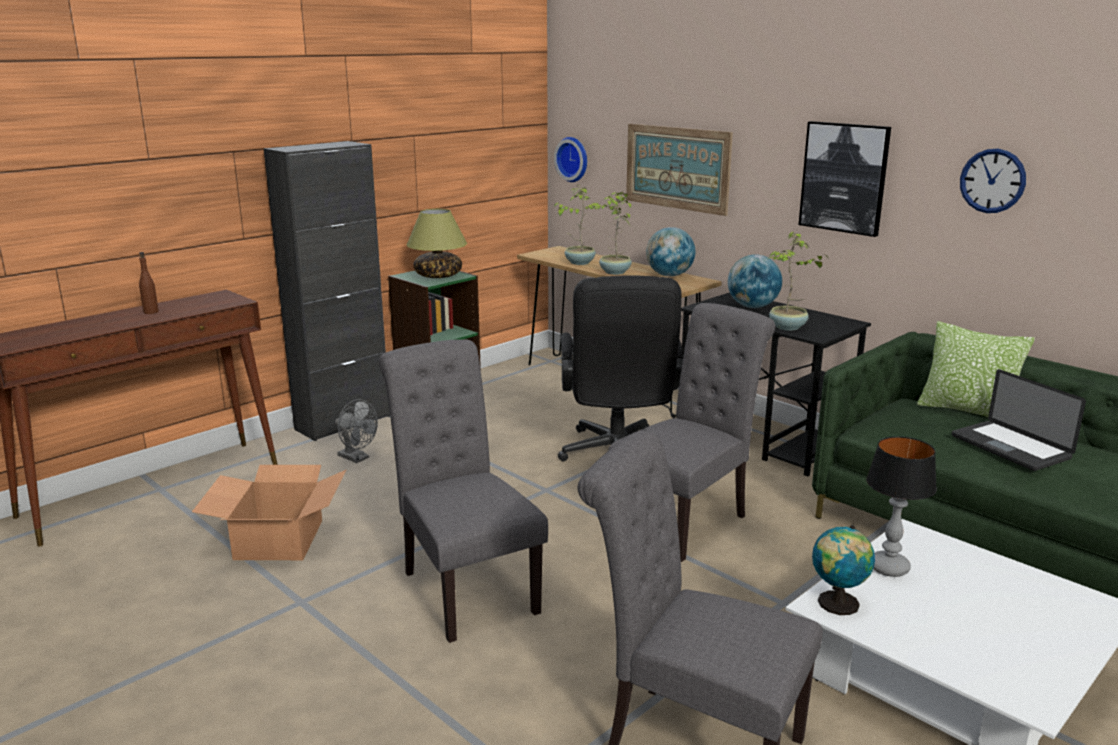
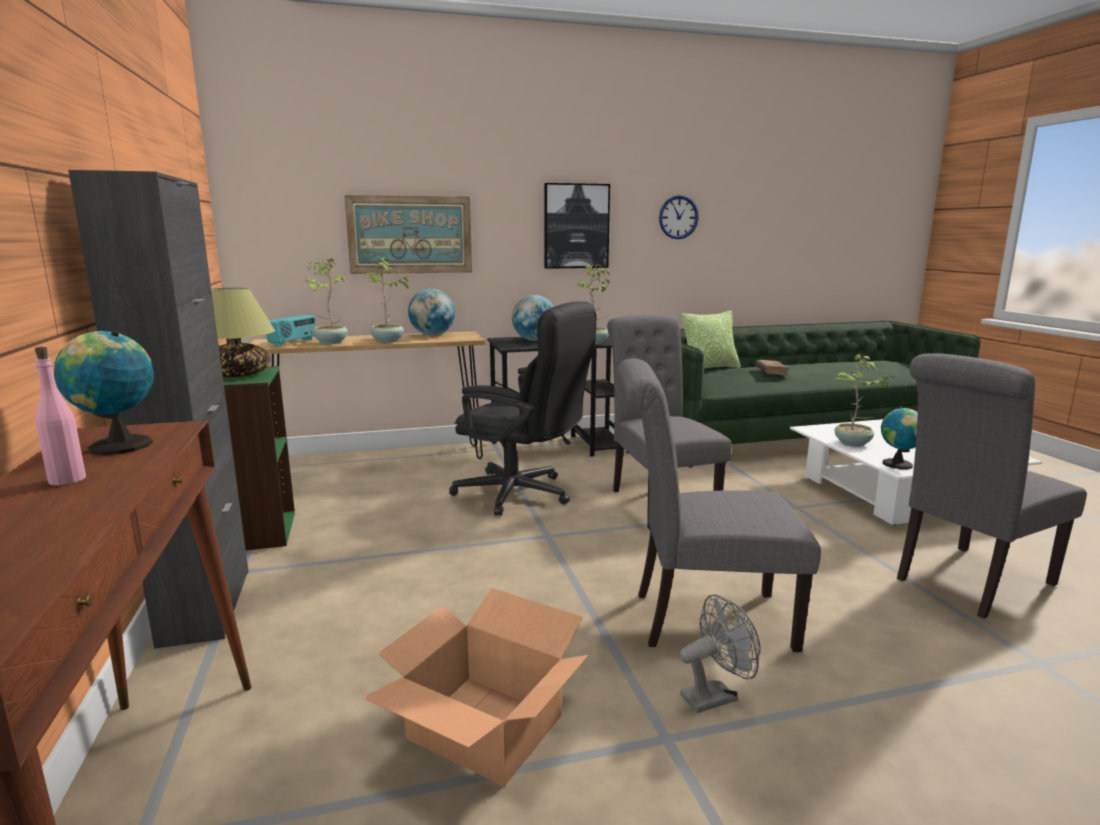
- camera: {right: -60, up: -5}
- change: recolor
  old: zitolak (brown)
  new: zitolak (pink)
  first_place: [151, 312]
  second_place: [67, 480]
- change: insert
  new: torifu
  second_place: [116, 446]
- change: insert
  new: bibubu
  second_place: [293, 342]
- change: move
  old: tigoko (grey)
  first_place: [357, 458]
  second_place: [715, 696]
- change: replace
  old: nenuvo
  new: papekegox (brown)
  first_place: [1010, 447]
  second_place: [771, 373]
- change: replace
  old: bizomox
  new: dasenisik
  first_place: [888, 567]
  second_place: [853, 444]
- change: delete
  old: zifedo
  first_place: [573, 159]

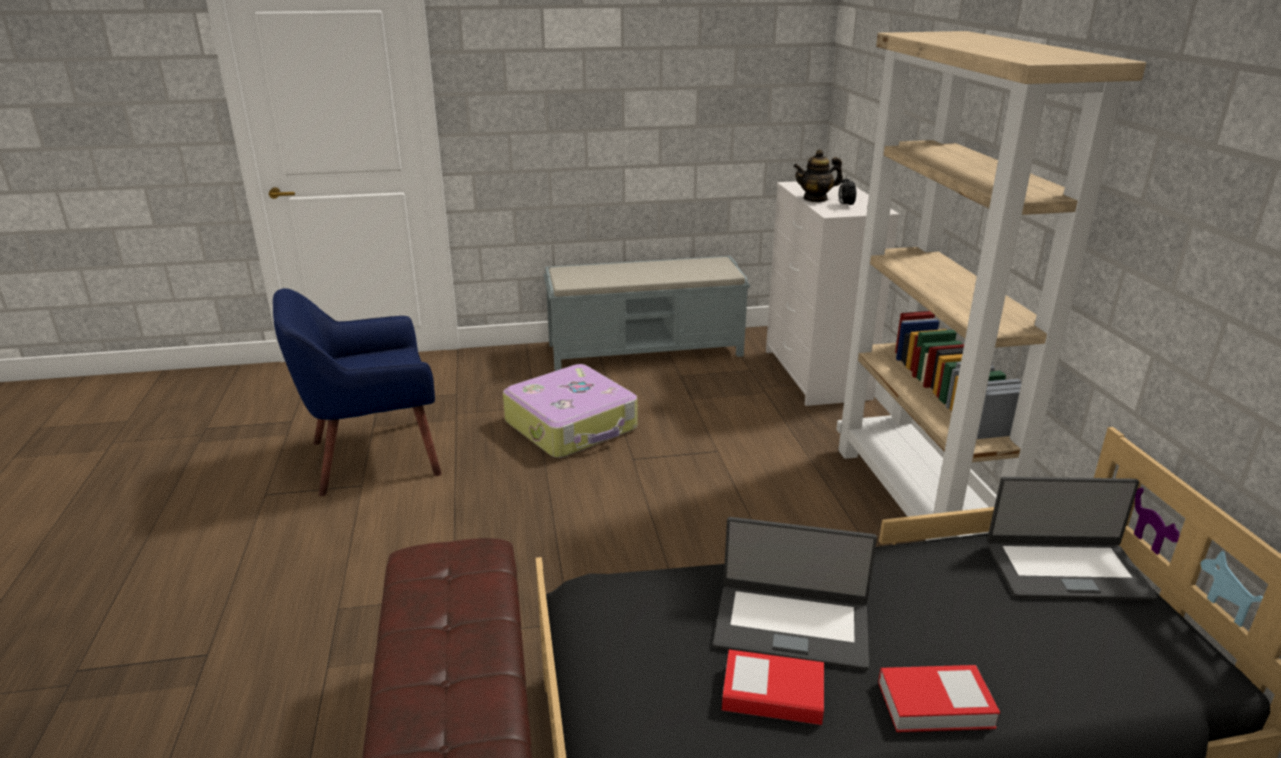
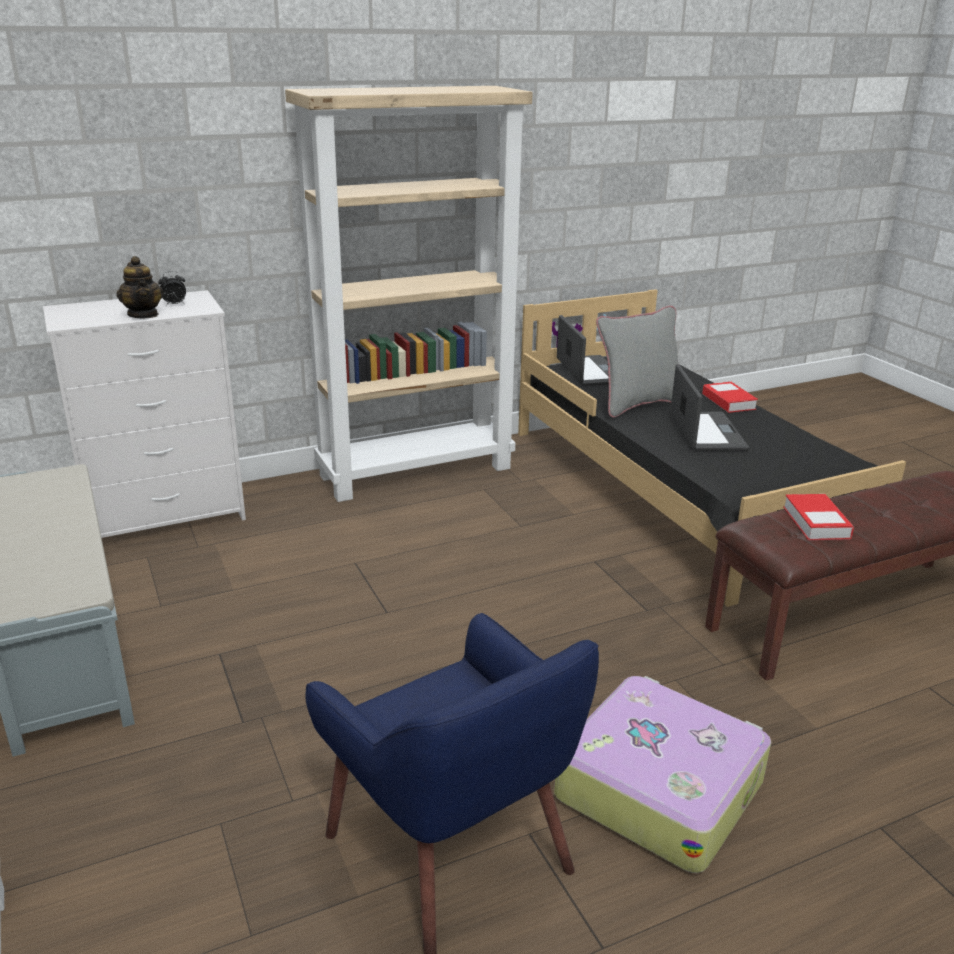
- camera: {right: -105, up: 0}
- change: move
  old: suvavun
  first_place: [572, 426]
  second_place: [659, 787]
- change: insert
  new: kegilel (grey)
  second_place: [638, 404]
- change: move
  old: papekegox
  first_place: [772, 694]
  second_place: [816, 522]

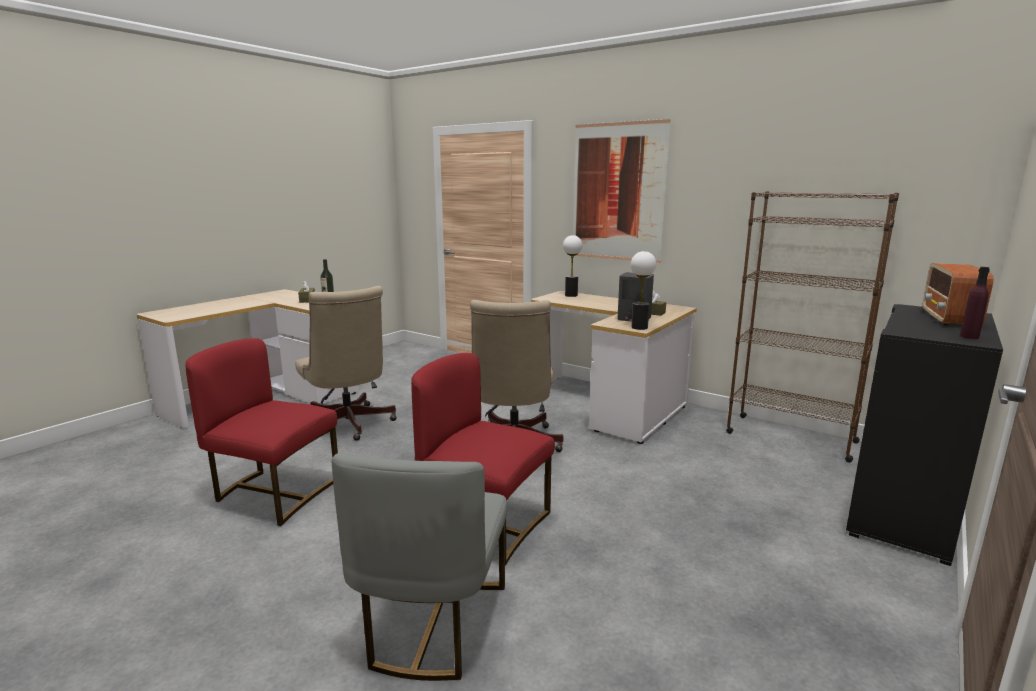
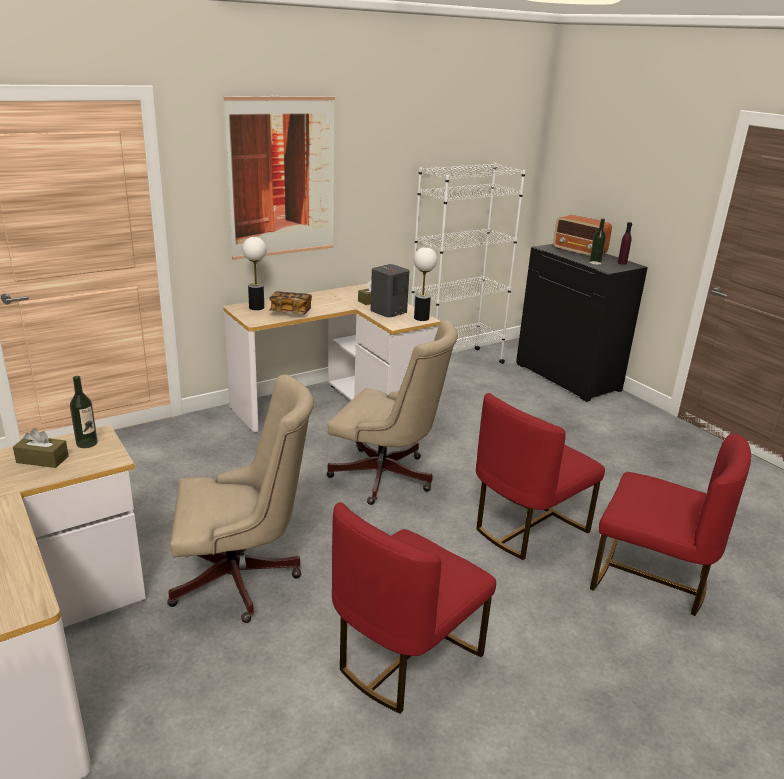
- camera: {right: -70, up: 10}
- change: insert
  new: papekegox
  second_place: [290, 312]
- change: recolor
  old: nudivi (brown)
  new: nudivi (white)
  first_place: [790, 437]
  second_place: [455, 364]
- change: insert
  new: zitolak
  second_place: [595, 263]
- change: recolor
  old: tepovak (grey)
  new: tepovak (red)
  first_place: [431, 623]
  second_place: [650, 579]

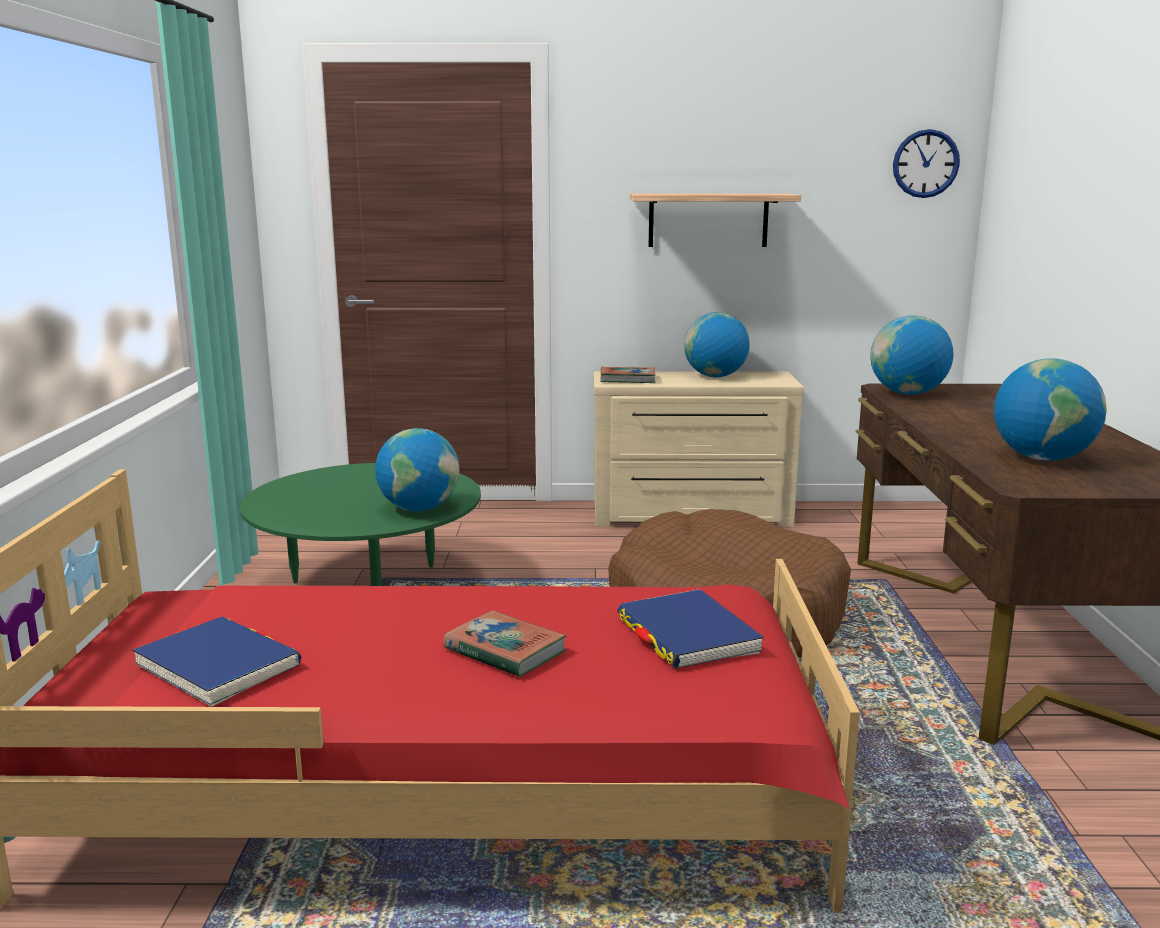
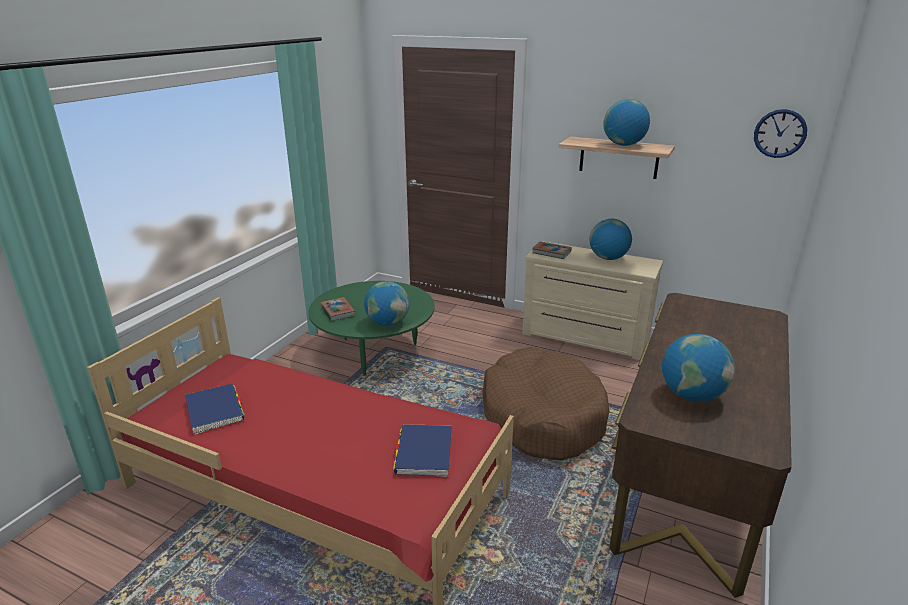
- camera: {right: 25, up: 10}
- change: move
  old: papekegox
  first_place: [505, 650]
  second_place: [337, 311]
- change: move
  old: torifu
  first_place: [907, 393]
  second_place: [623, 145]

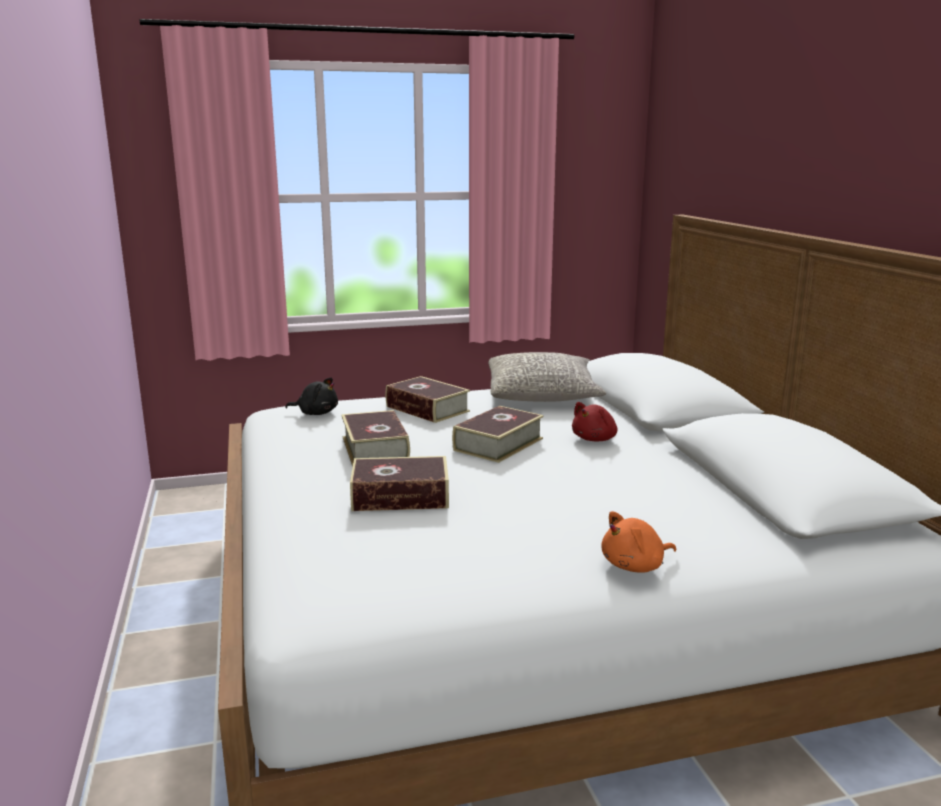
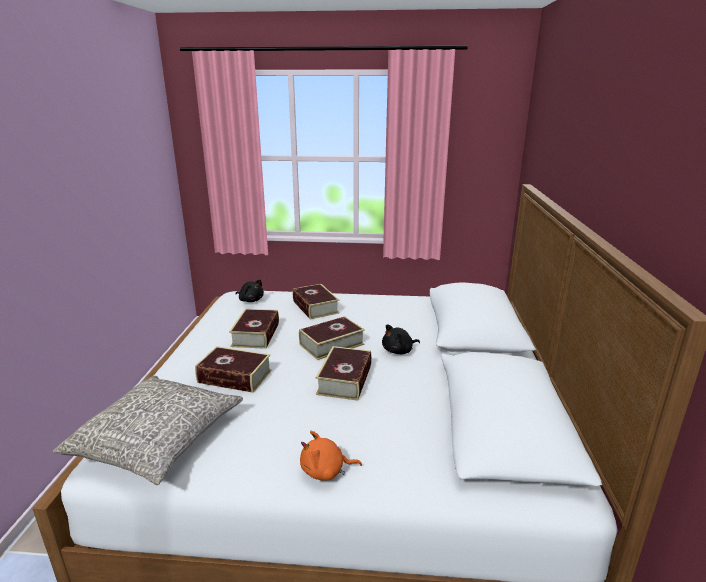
- camera: {right: 20, up: 5}
- change: move
  old: kegilel (grey)
  first_place: [542, 395]
  second_place: [158, 440]
- change: insert
  new: papekegox
  second_place: [345, 380]
- change: recolor
  old: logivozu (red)
  new: logivozu (black)
  first_place: [595, 439]
  second_place: [399, 351]

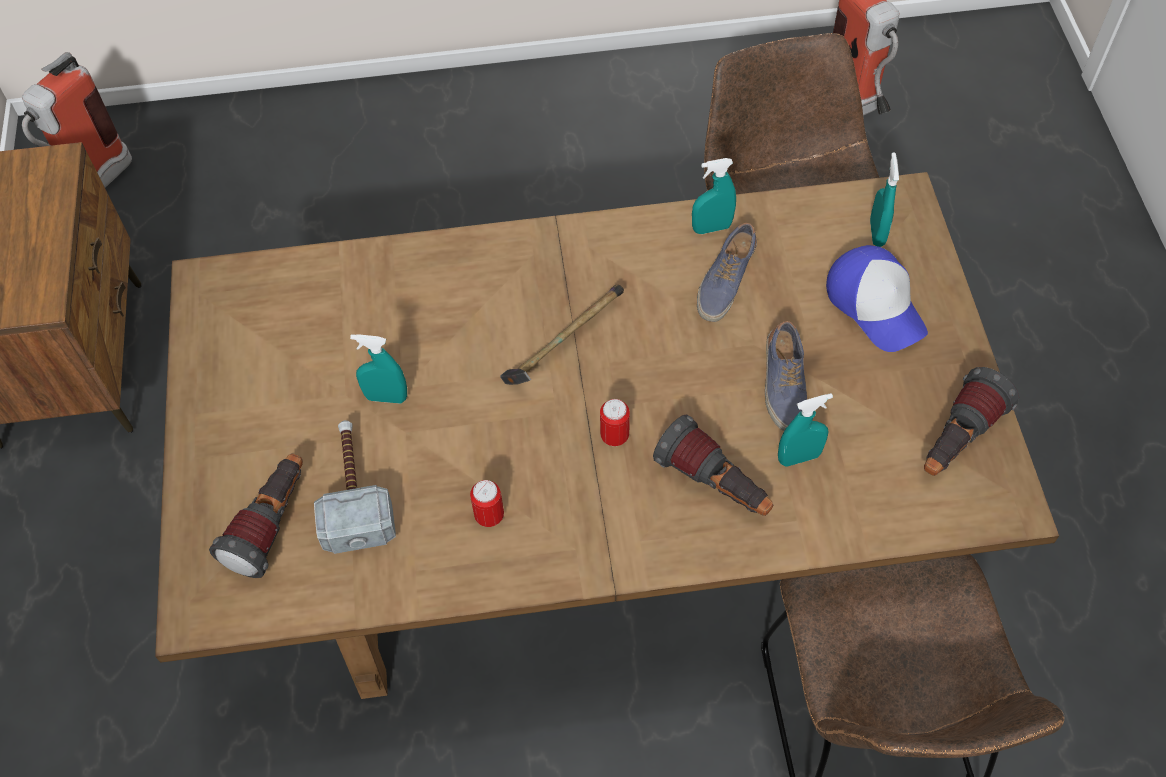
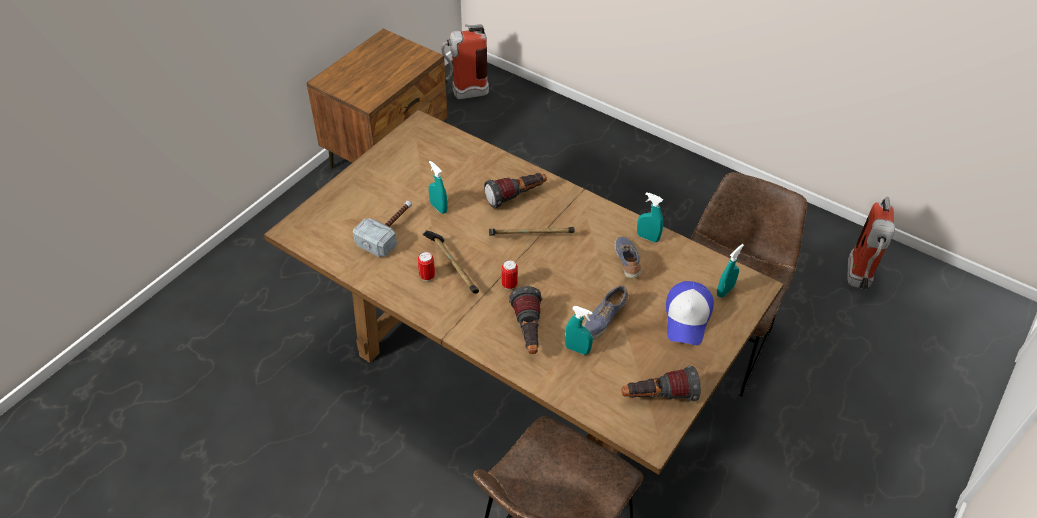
- camera: {right: 40, up: -10}
- change: insert
  new: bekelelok
  second_place: [452, 267]
- change: move
  old: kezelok
  first_place: [272, 524]
  second_place: [516, 197]
- change: rotate
  old: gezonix
  first_place: [725, 282]
  second_place: [627, 261]
  degrees: 105

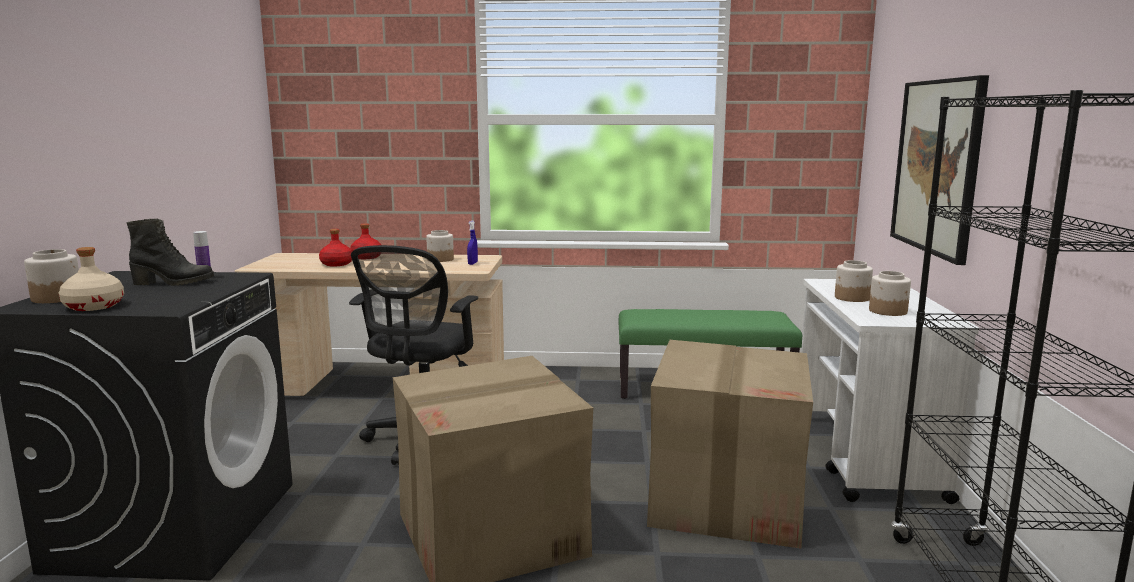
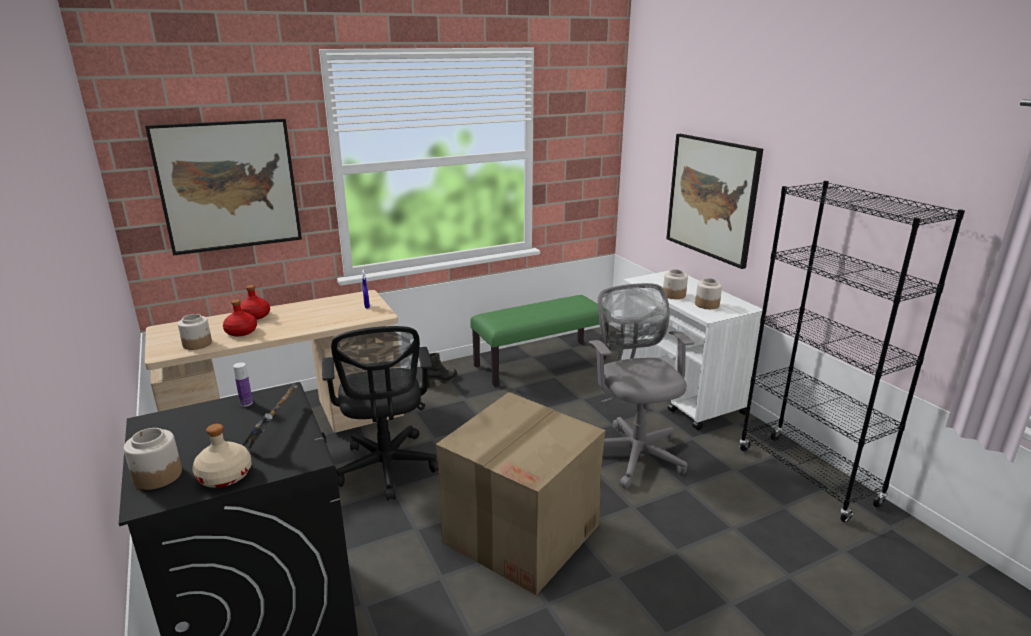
- camera: {right: -30, up: 10}
- change: insert
  new: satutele
  second_place: [229, 186]
- change: move
  old: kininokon
  first_place: [441, 259]
  second_place: [197, 344]
- change: insert
  new: bekelelok
  second_place: [277, 429]
- change: move
  old: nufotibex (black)
  first_place: [173, 283]
  second_place: [441, 381]
- change: replace
  old: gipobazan
  new: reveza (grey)
  first_place: [727, 499]
  second_place: [634, 452]

